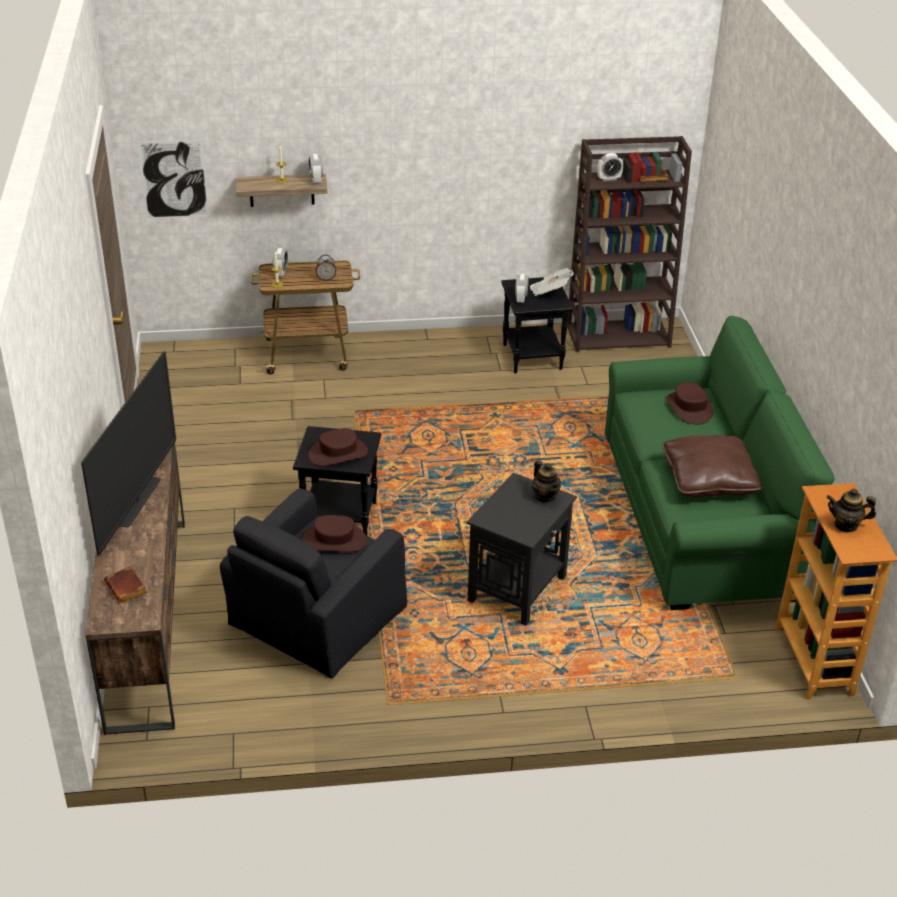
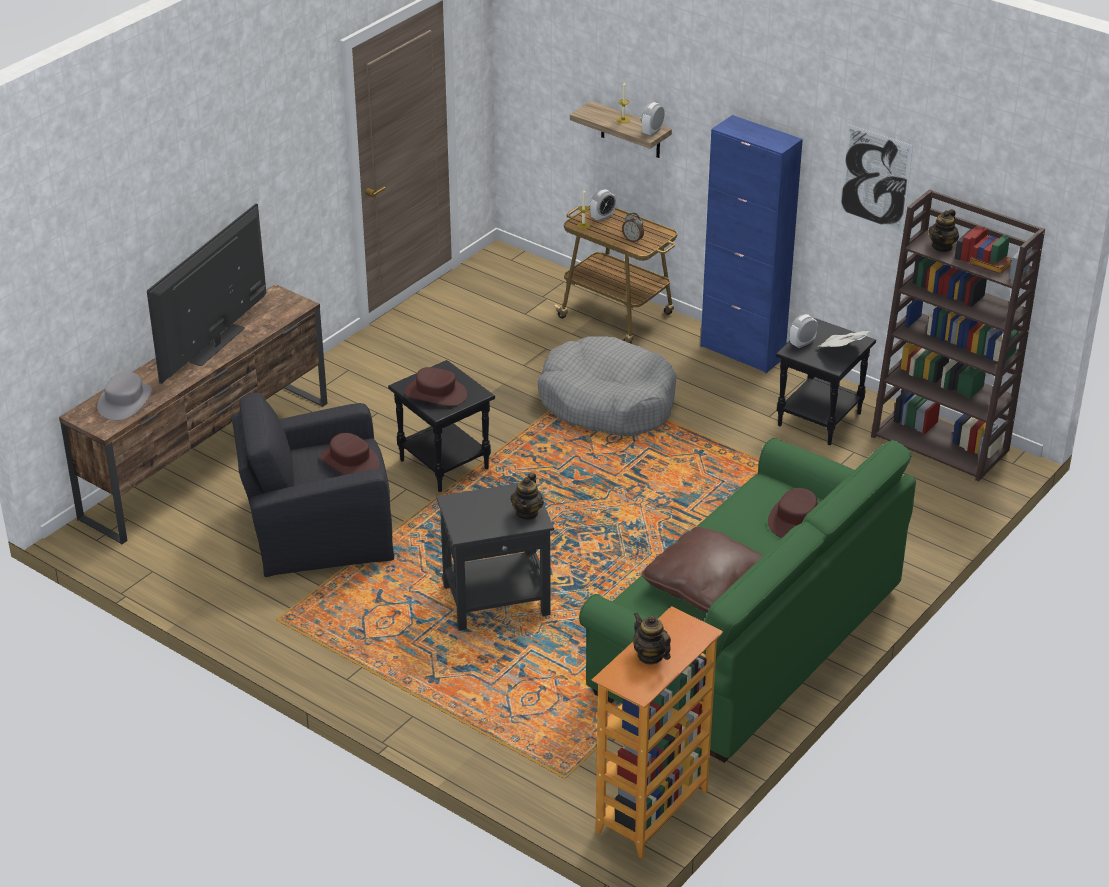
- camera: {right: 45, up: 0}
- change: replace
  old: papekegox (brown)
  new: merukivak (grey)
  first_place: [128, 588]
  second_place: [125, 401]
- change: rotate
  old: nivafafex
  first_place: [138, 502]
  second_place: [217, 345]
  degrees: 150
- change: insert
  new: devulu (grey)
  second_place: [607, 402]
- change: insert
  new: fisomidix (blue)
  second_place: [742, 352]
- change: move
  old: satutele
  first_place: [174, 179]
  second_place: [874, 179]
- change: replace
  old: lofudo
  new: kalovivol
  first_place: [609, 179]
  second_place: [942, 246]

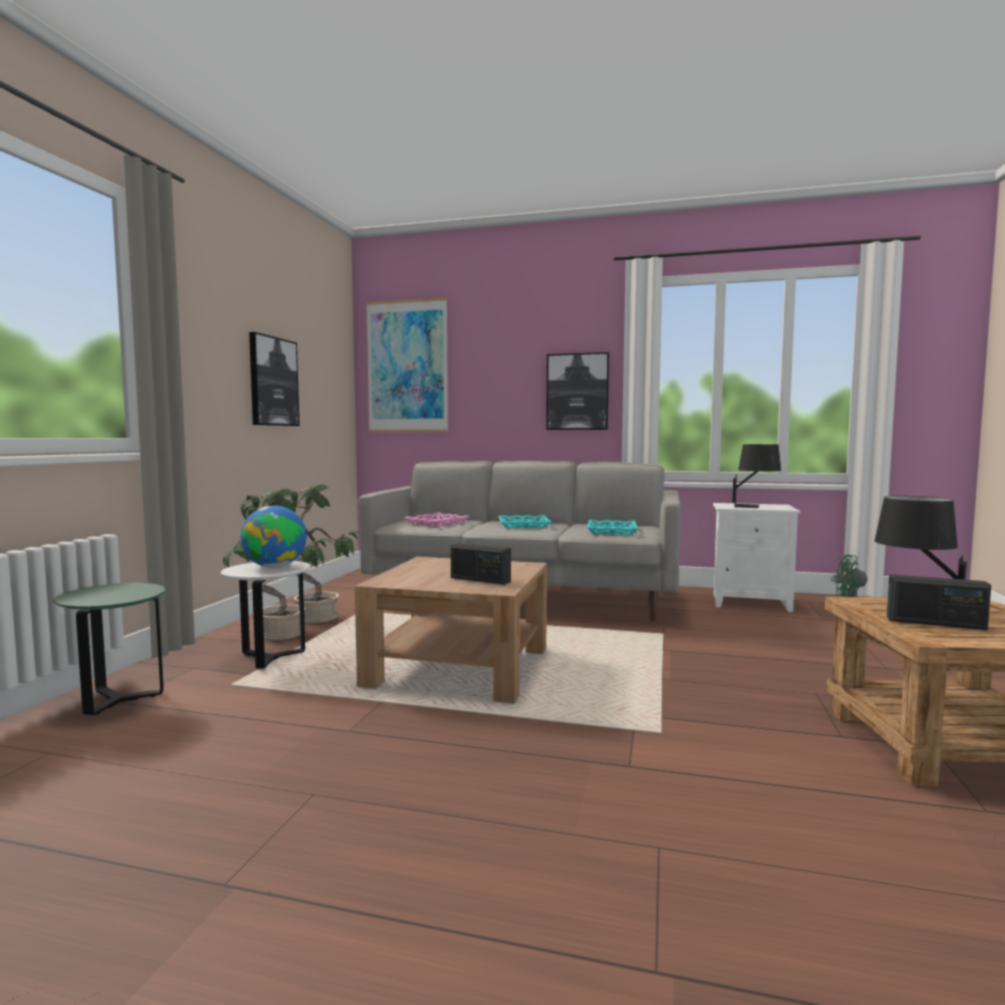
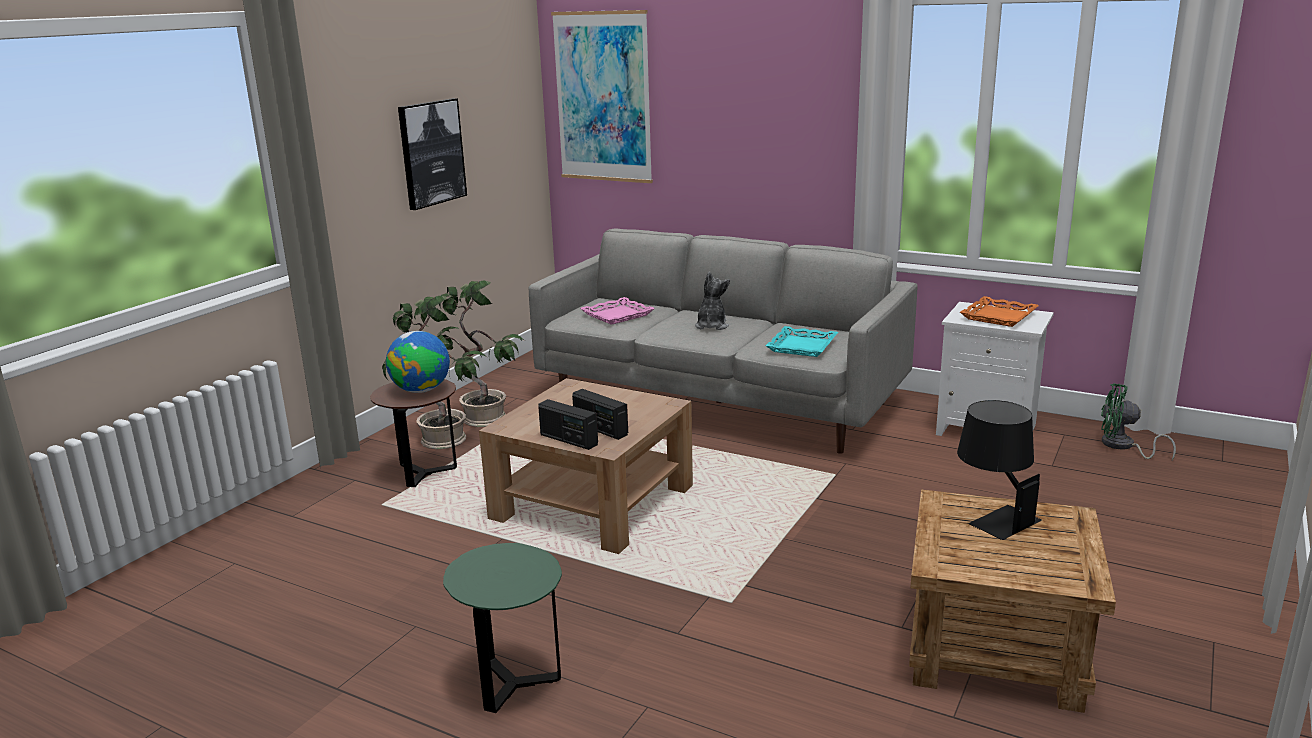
- camera: {right: 15, up: 15}
- change: recolor
  old: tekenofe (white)
  new: tekenofe (brown)
  first_place: [270, 658]
  second_place: [423, 474]
- change: move
  old: tekenofe (green)
  first_place: [118, 700]
  second_place: [513, 684]
- change: move
  old: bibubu
  first_place: [935, 623]
  second_place: [568, 440]
- change: replace
  old: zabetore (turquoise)
  new: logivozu
  first_place: [523, 525]
  second_place: [711, 326]
- change: replace
  old: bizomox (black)
  new: zabetore (orange)
  first_place: [755, 506]
  second_place: [999, 317]
- change: delete
  old: satutele
  first_place: [577, 392]

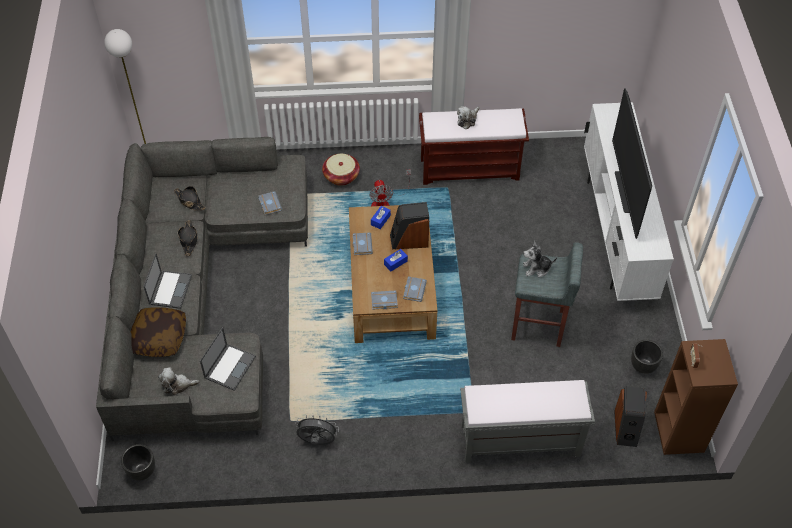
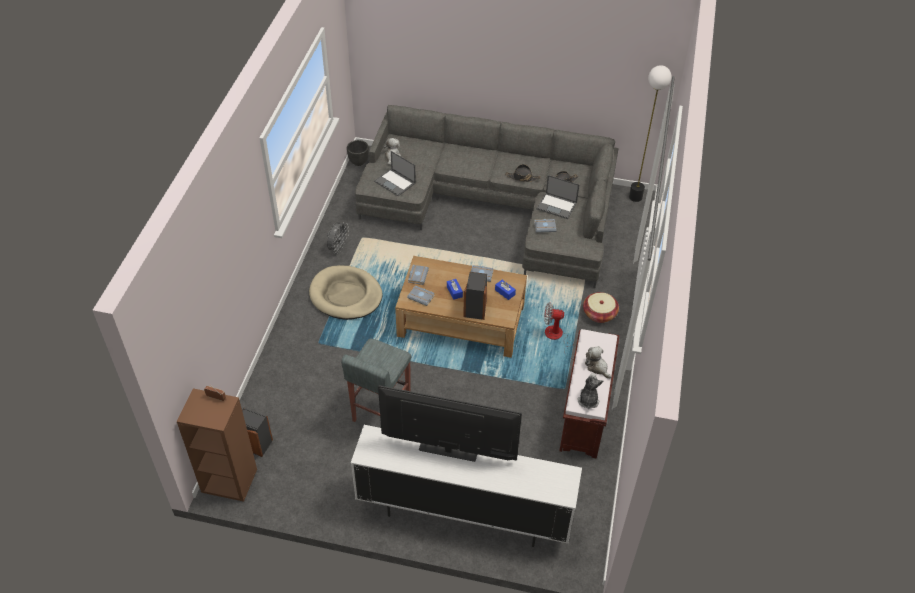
- camera: {right: 105, up: -5}
- change: insert
  new: devulu (beige)
  second_place: [346, 295]
- change: move
  old: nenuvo
  first_place: [170, 289]
  second_place: [557, 206]
- change: move
  old: logivozu
  first_place: [537, 268]
  second_place: [588, 400]
- change: delete
  old: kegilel
  first_place: [159, 338]
- change: delete
  old: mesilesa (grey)
  first_place: [519, 441]
- change: delete
  old: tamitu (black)
  first_place: [643, 366]

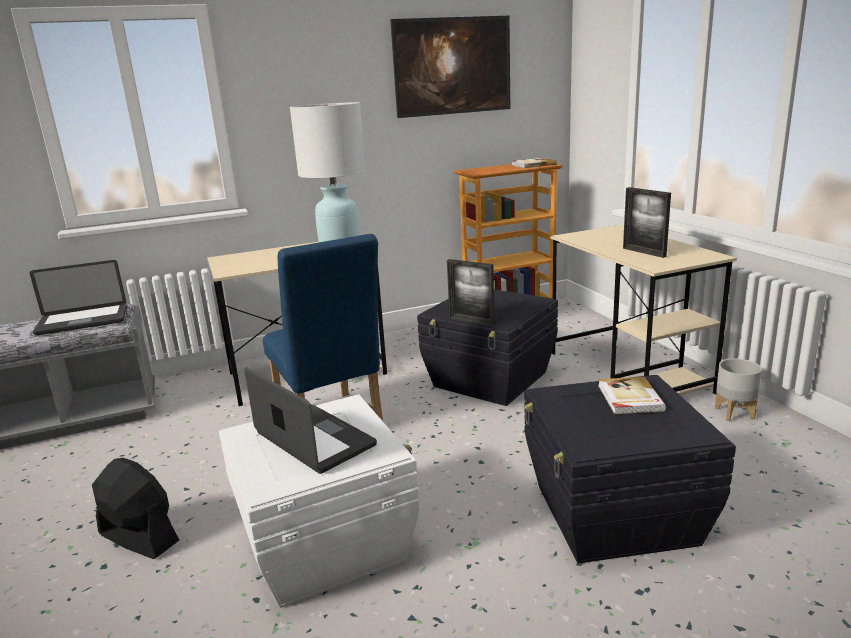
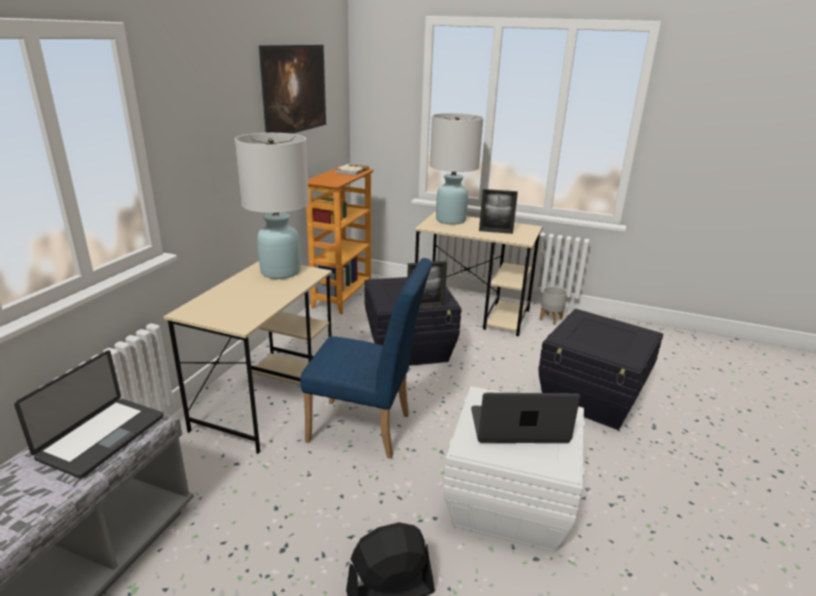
- camera: {right: -50, up: 5}
- change: insert
  new: bizomox (white)
  second_place: [450, 220]
- change: delete
  old: papekegox
  first_place: [629, 398]

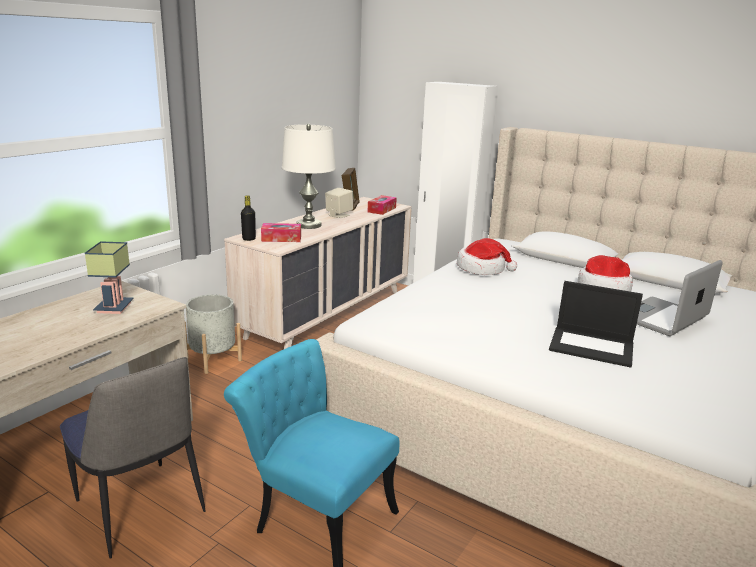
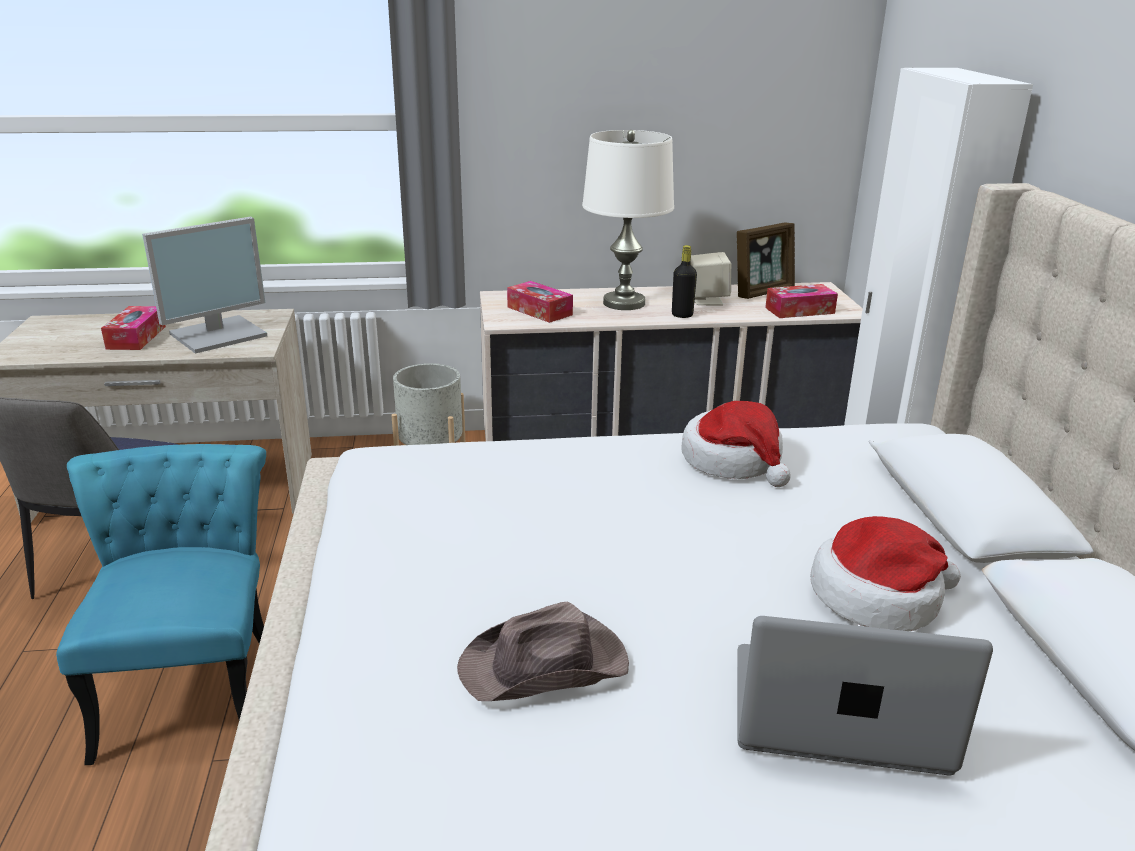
- camera: {right: 50, up: 5}
- change: insert
  new: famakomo
  second_place: [136, 337]
- change: replace
  old: bizomox
  new: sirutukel
  first_place: [113, 307]
  second_place: [219, 334]
- change: replace
  old: nenuvo
  new: merukivak (brown)
  first_place: [592, 347]
  second_place: [545, 666]
- change: move
  old: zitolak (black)
  first_place: [249, 239]
  second_place: [682, 315]

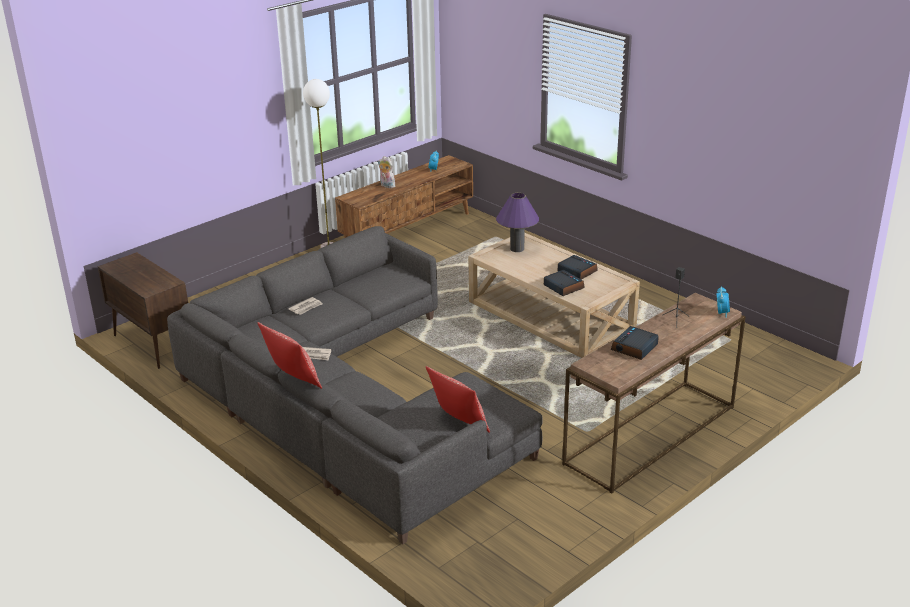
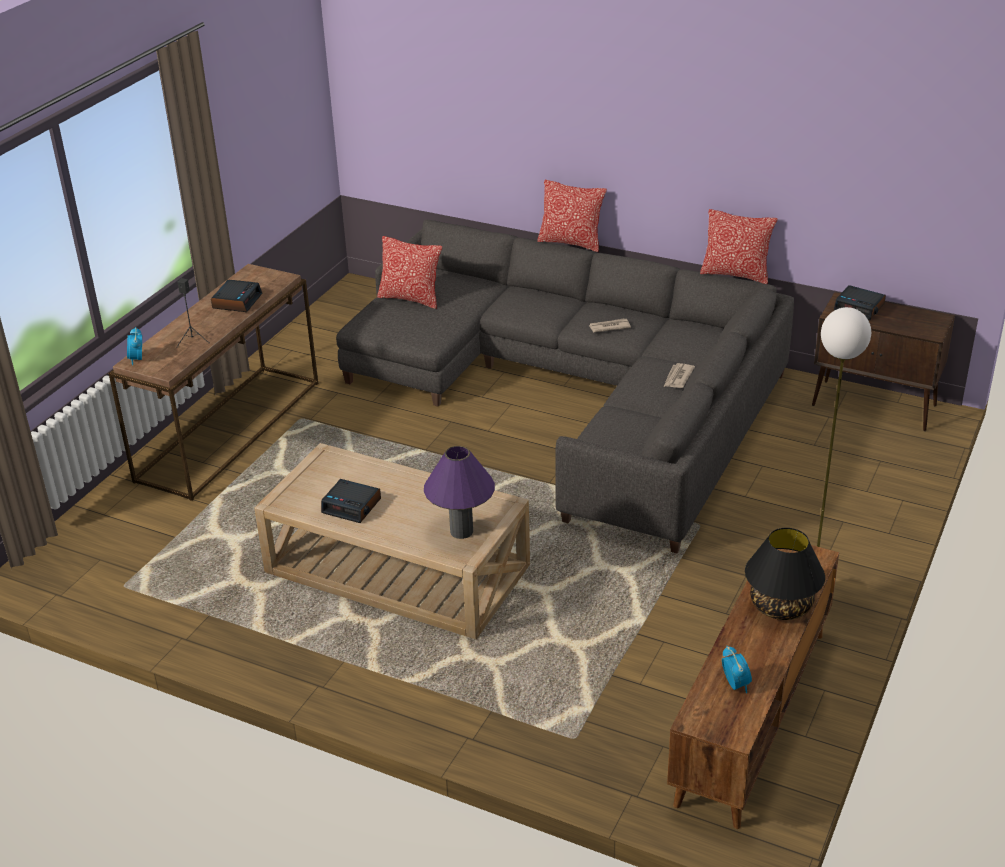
- camera: {right: 160, up: 5}
- change: insert
  new: kegilel
  second_place: [735, 274]
- change: replace
  old: logivozu
  new: bizomox (black)
  first_place: [386, 186]
  second_place: [780, 606]
- change: move
  old: lofudo
  first_place: [563, 287]
  second_place: [859, 308]

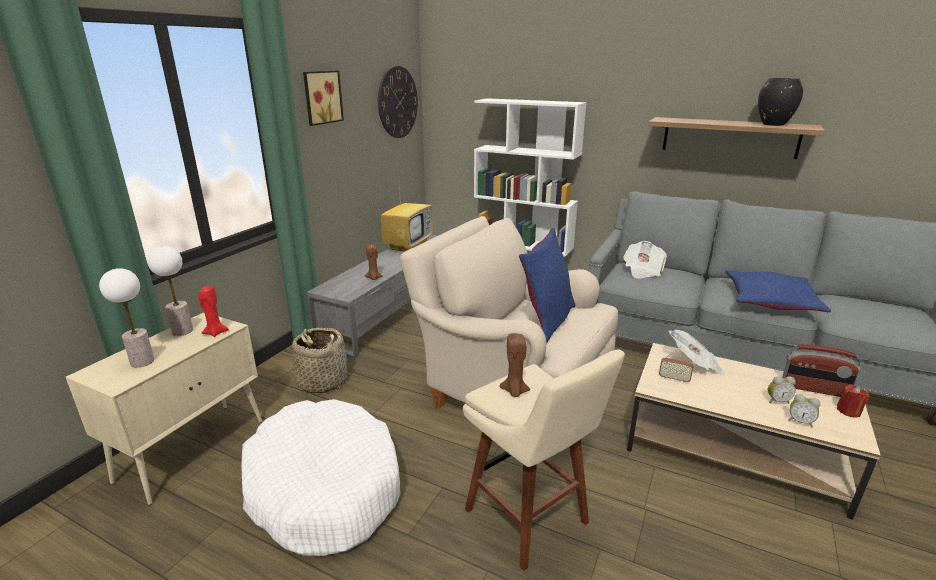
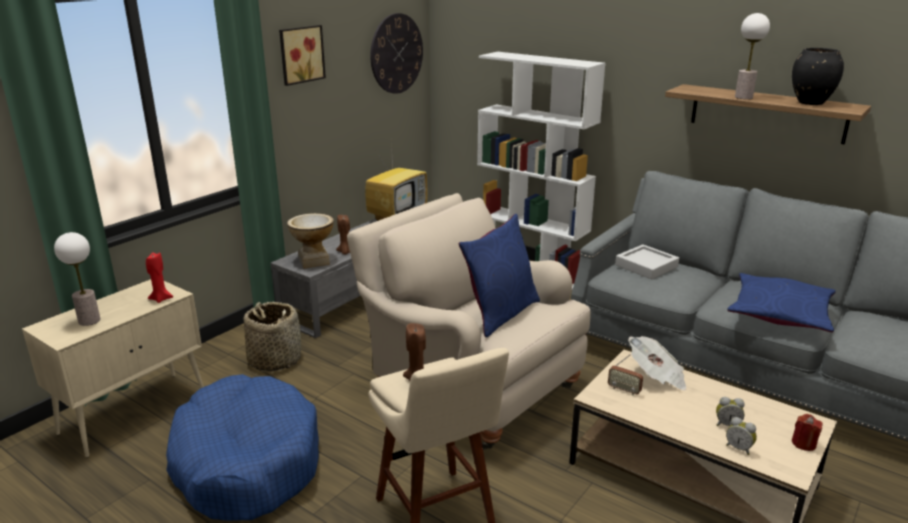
- camera: {right: 10, up: 0}
- change: recolor
  old: devulu (white)
  new: devulu (blue)
  first_place: [323, 488]
  second_place: [246, 462]
- change: insert
  new: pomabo
  second_place: [313, 261]
- change: replace
  old: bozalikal
  new: zabetore (grey)
  first_place: [642, 271]
  second_place: [646, 266]
- change: move
  old: bizomox
  first_place: [182, 331]
  second_place: [743, 97]
- change: delete
  old: bibubu
  first_place: [814, 389]

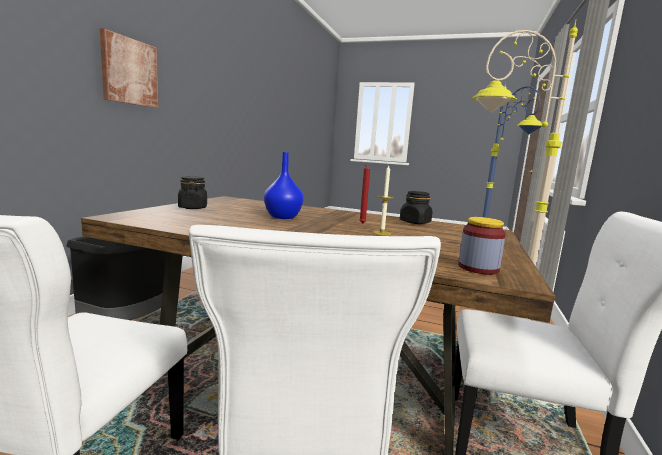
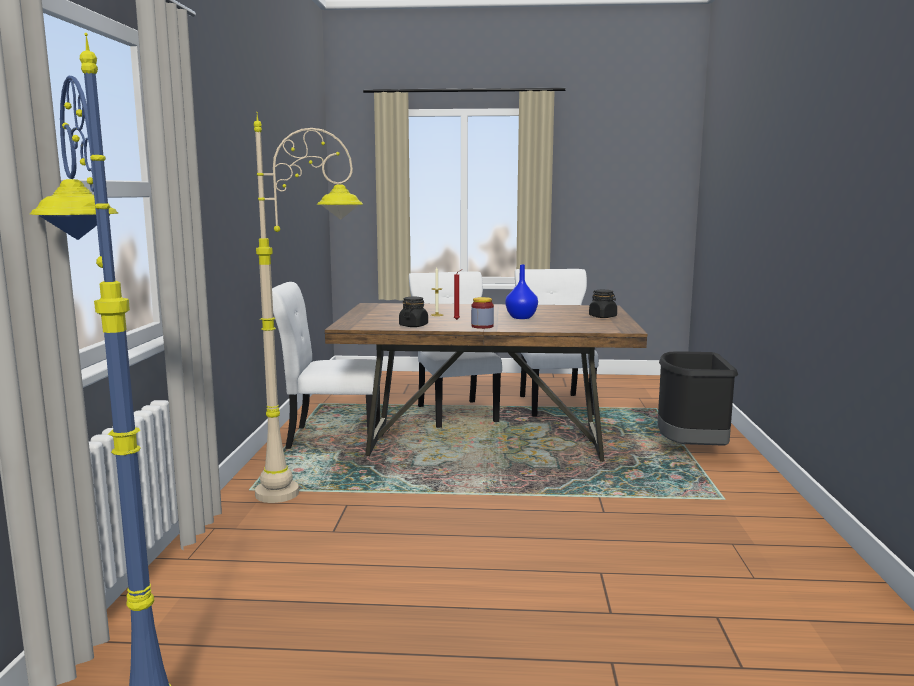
- camera: {right: 165, up: 0}
- change: move
  old: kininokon
  first_place: [478, 268]
  second_place: [482, 326]
- change: delete
  old: satutele
  first_place: [129, 71]

